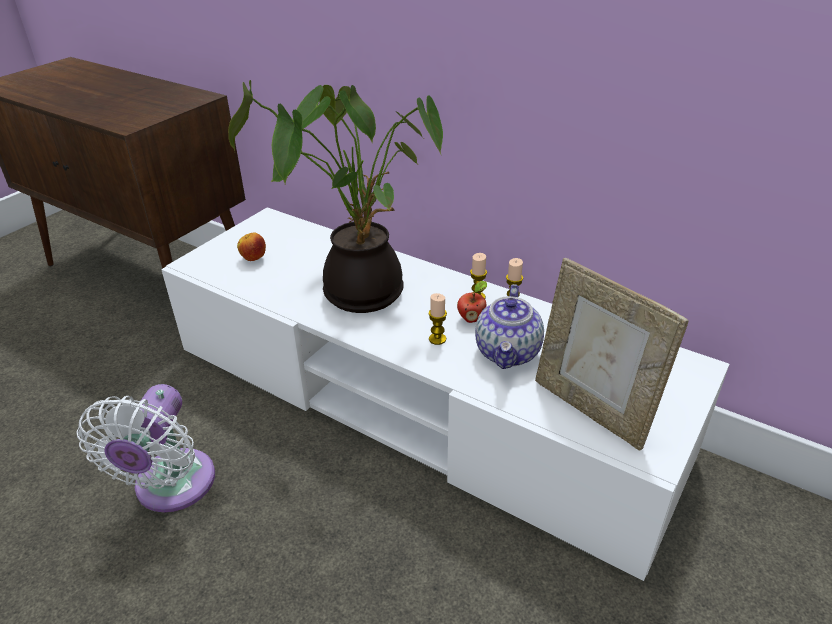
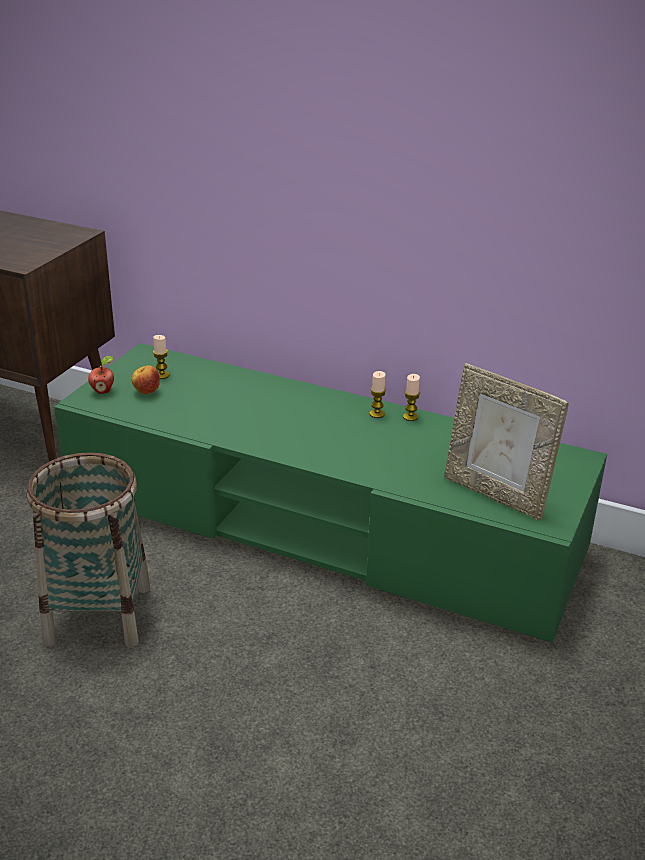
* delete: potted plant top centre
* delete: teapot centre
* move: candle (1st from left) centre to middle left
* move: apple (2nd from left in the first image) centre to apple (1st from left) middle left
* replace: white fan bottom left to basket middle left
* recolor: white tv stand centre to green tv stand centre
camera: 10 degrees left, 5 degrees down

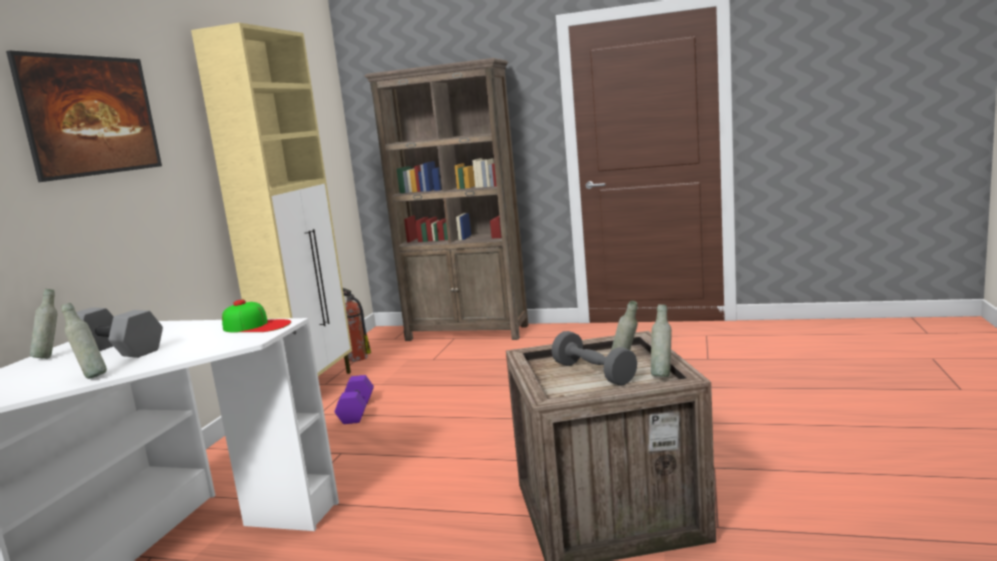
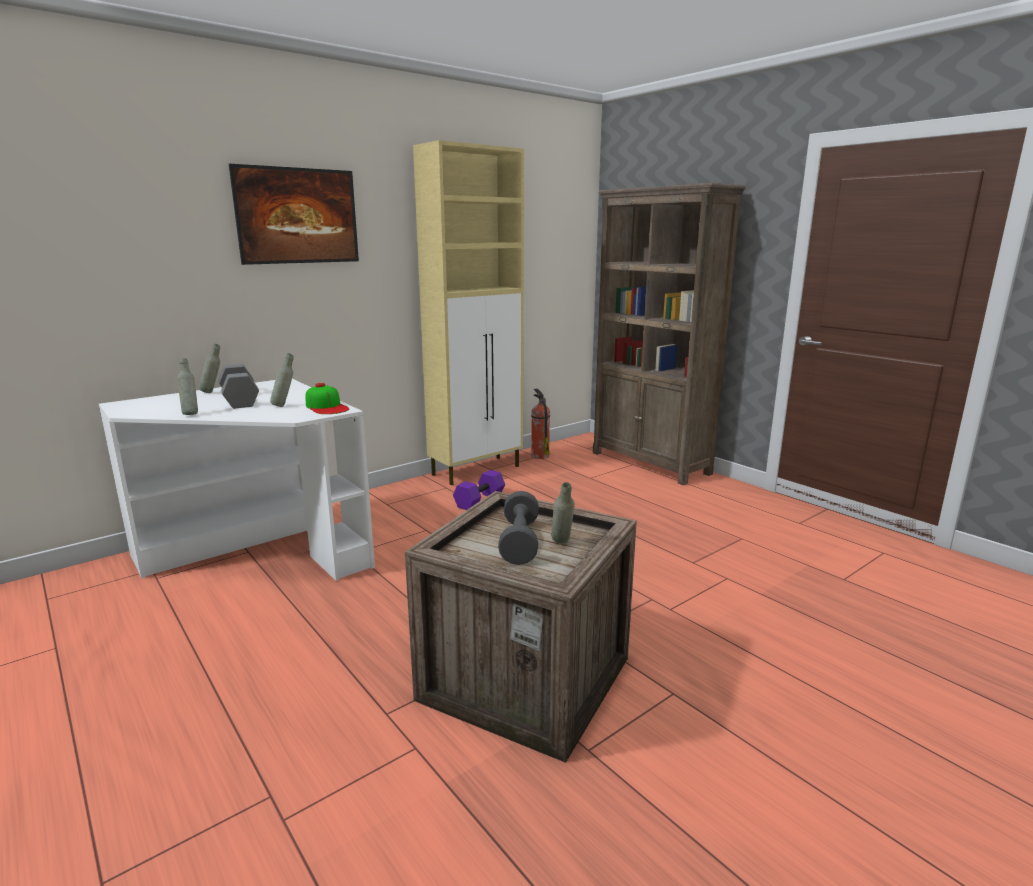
* move: grey bottle (4th from left in the first image) centre to grey bottle (3rd from left) middle left
camera: 35 degrees right, 5 degrees up

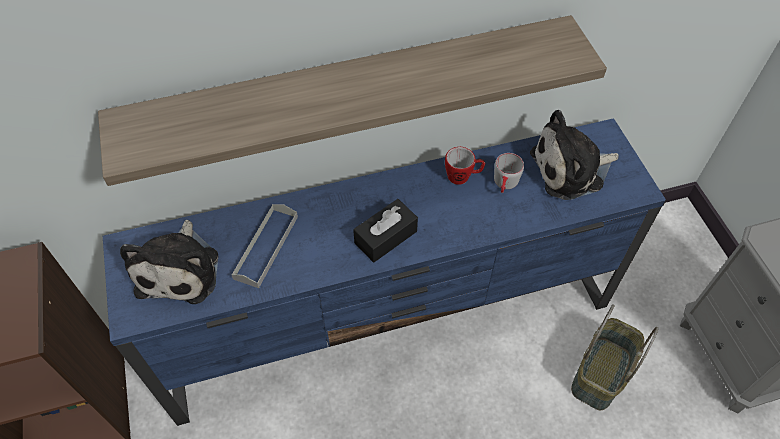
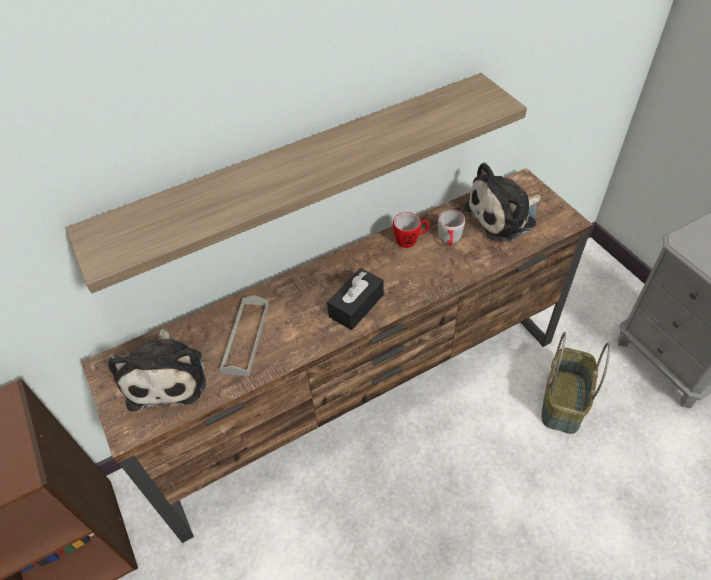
* recolor: blue tv stand centre to brown tv stand centre
camera: 10 degrees left, 5 degrees down

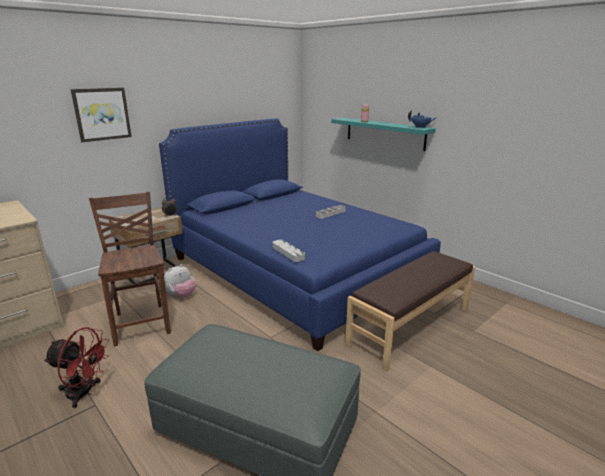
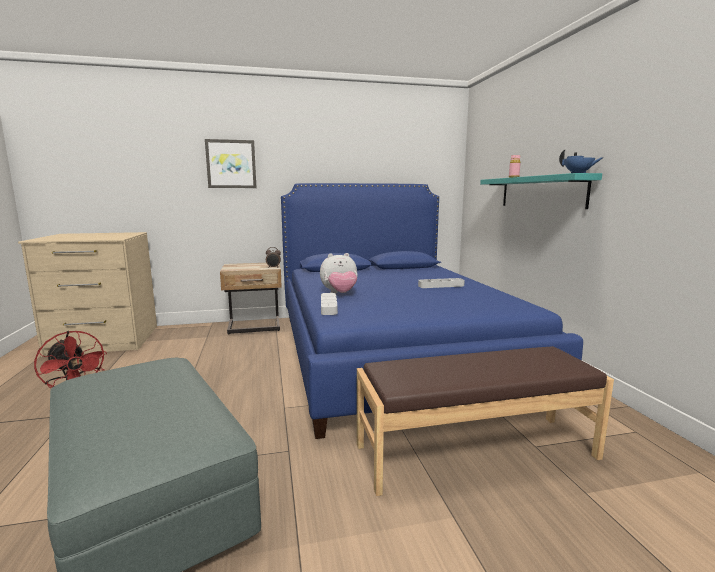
* delete: brown chair middle left
* move: plush toy middle left to centre
camera: 30 degrees right, 10 degrees down

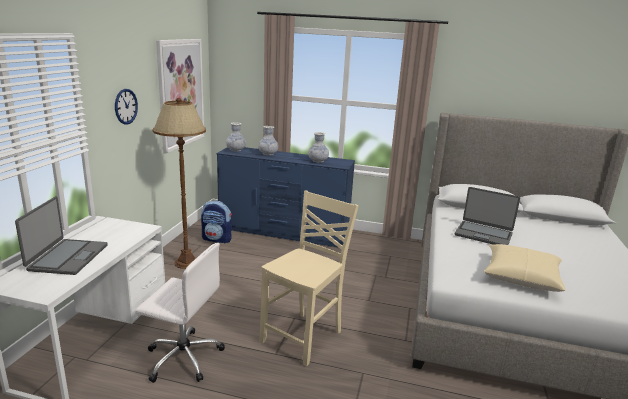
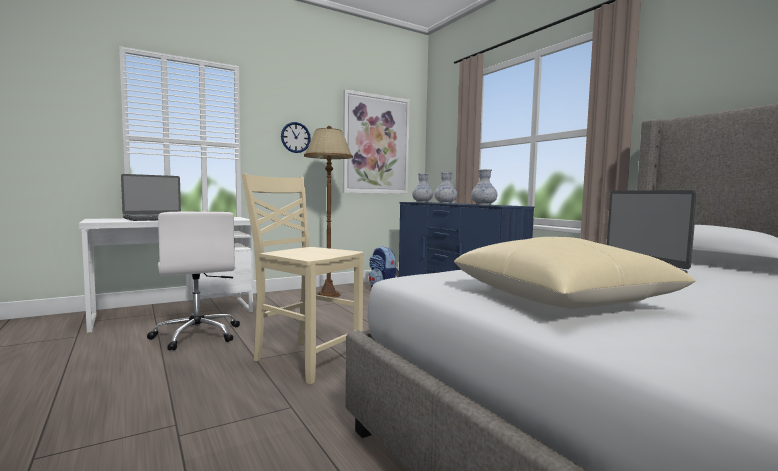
* rotate: beige chair bottom centre = centre 135 degrees counterclockwise
camera: 45 degrees right, 15 degrees down

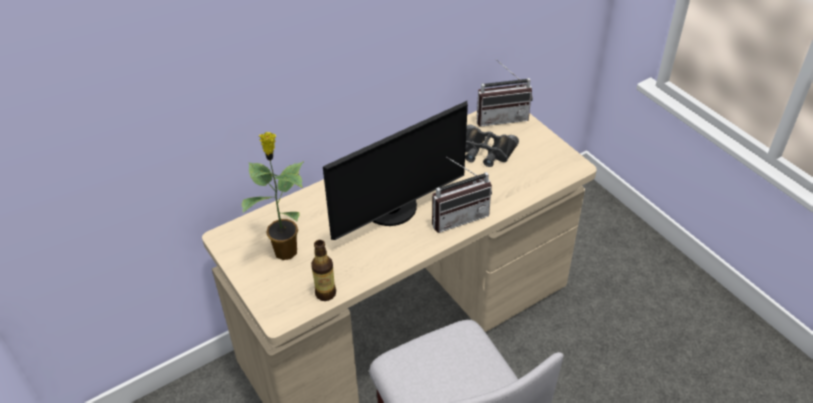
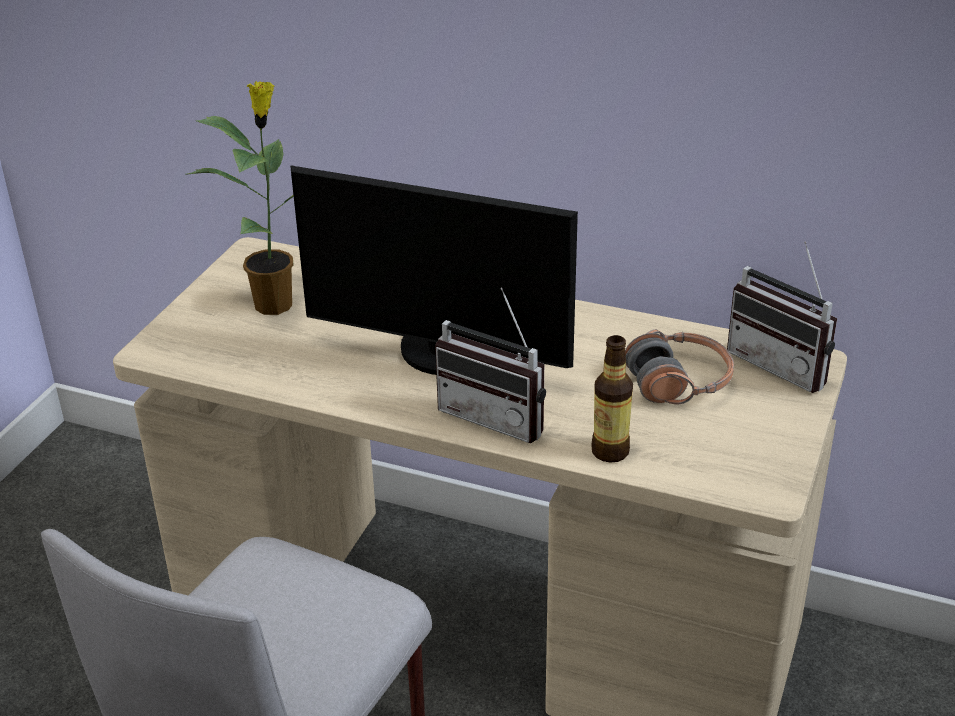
* move: bottle bottom centre to centre
* replace: black binoculars centre to headphones middle right
camera: 55 degrees right, 10 degrees down

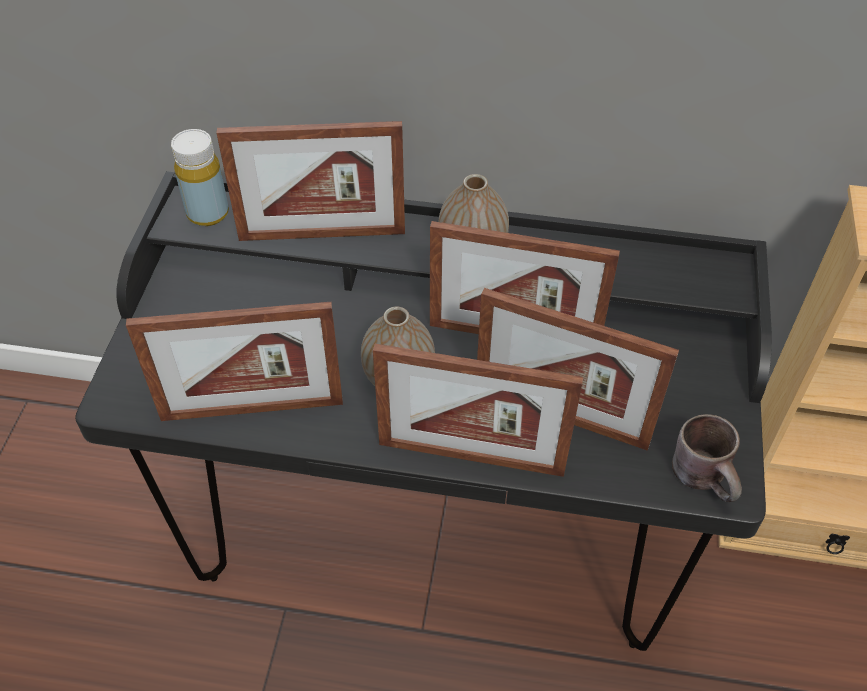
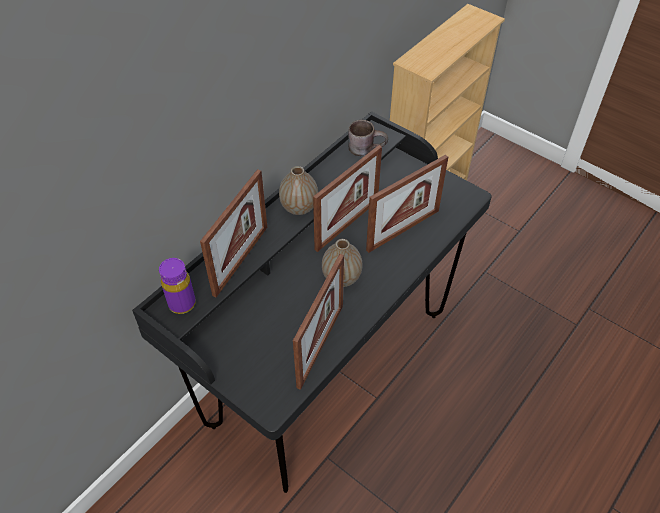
* delete: picture frame (3rd from left) centre
* move: brown mug middle right to top centre
* recolor: yellow bottle top left to purple bottle middle left
camera: 60 degrees left, 0 degrees up

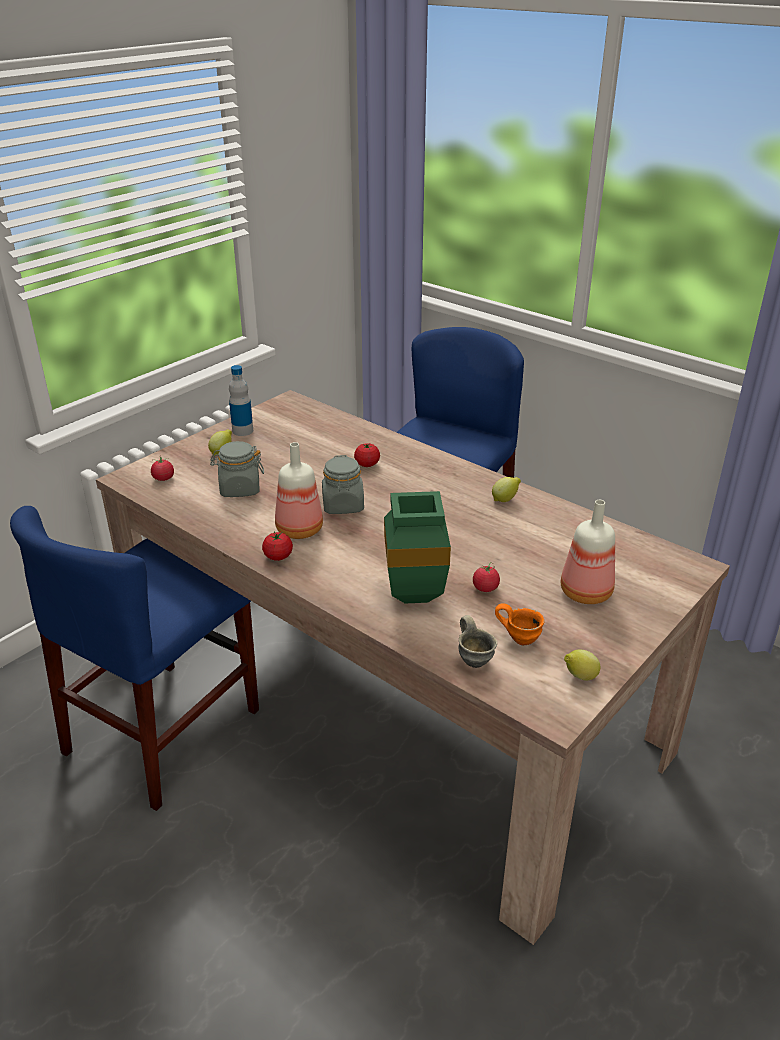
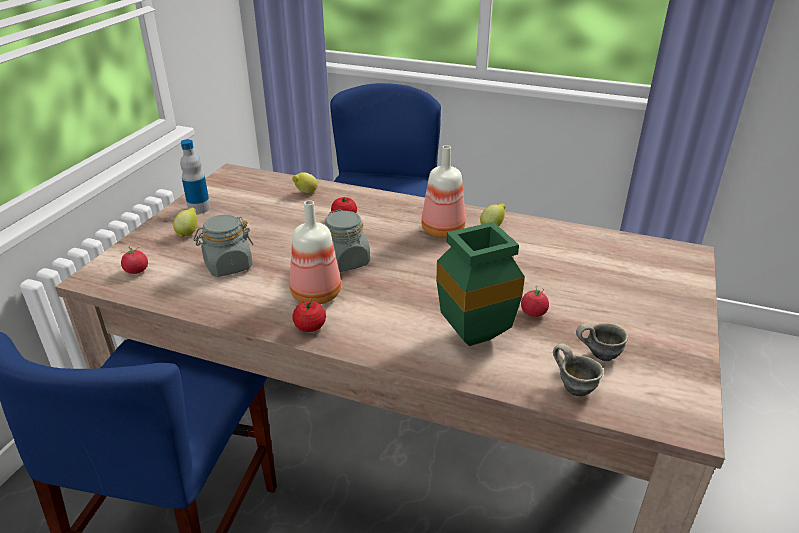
* move: bottle (3rd from left) middle right to centre
* move: lemon (3rd from left in the first image) middle right to lemon (2nd from left) centre
* recolor: orange mug middle right to grey mug (2nd from left) middle right
camera: 20 degrees left, 0 degrees up

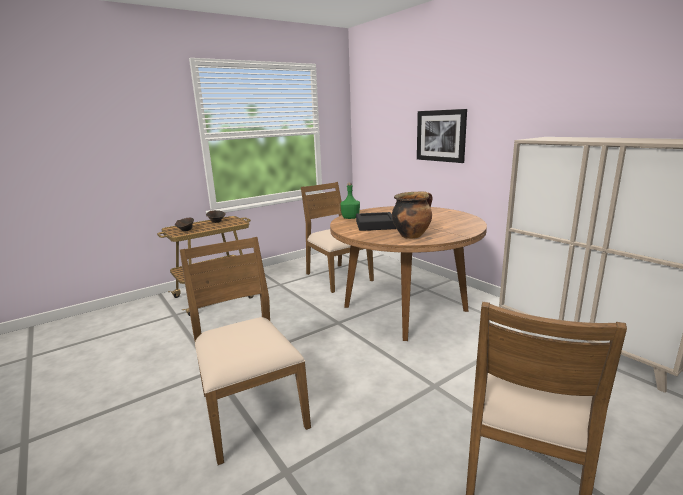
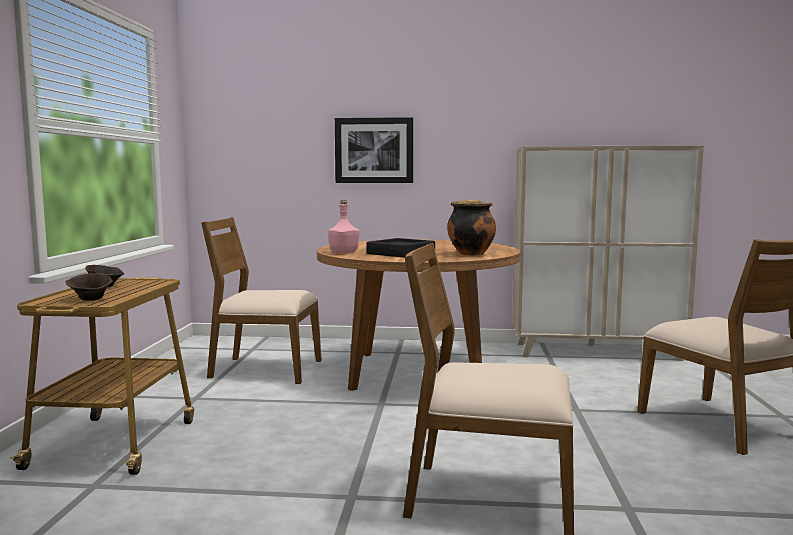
* recolor: green bottle centre to pink bottle centre
camera: 50 degrees left, 10 degrees down

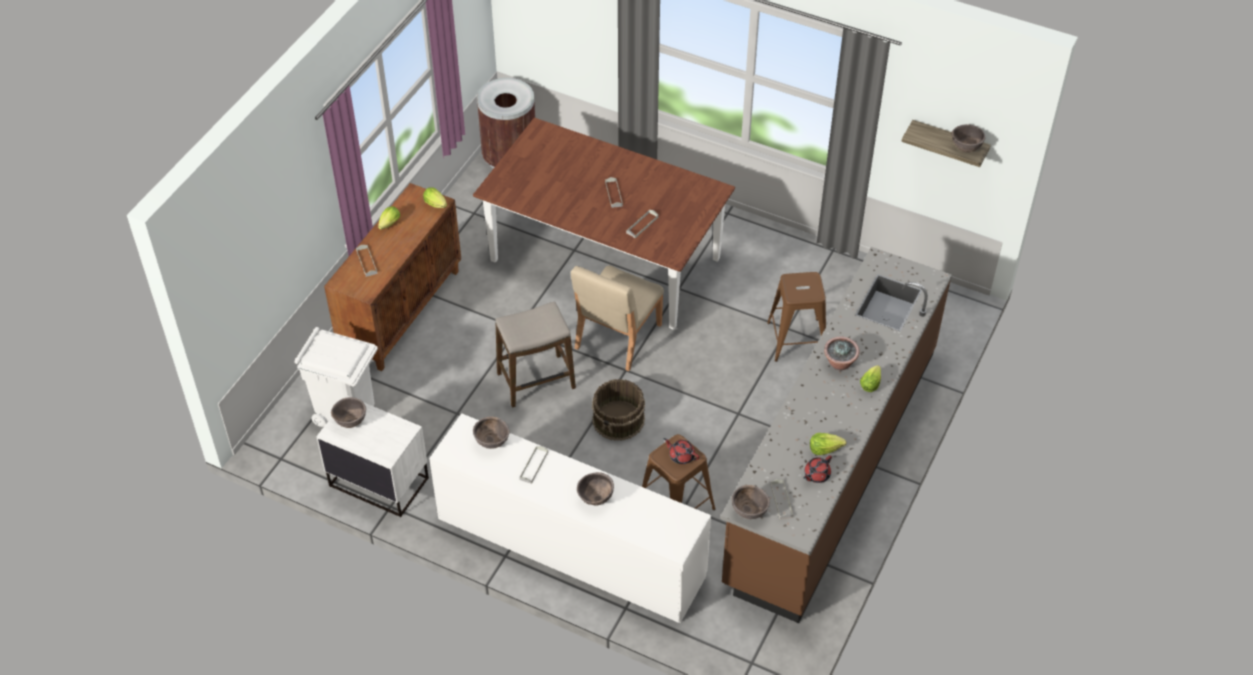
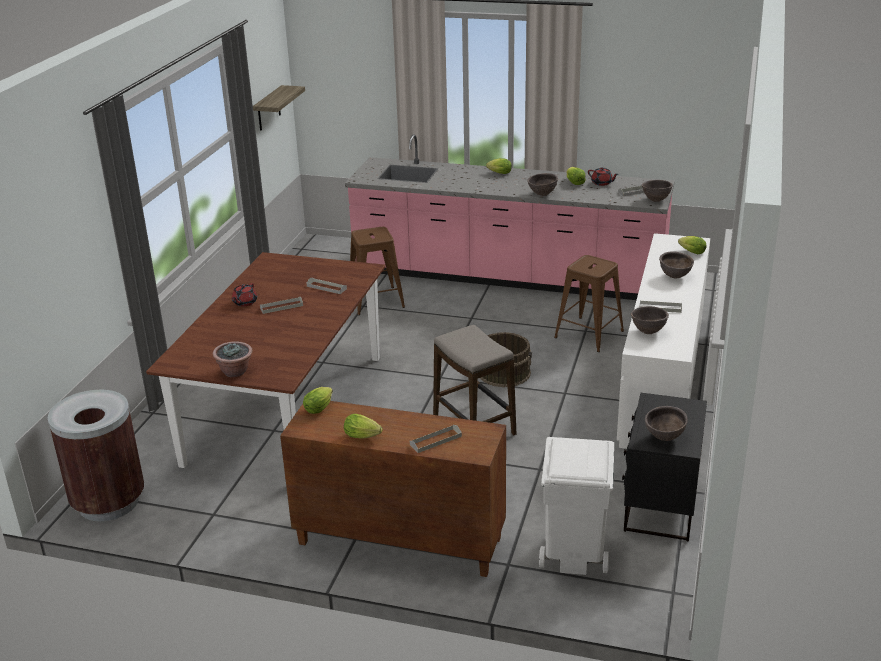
* delete: beige chair centre
* insert: lettuce (5th from left) middle right
* move: red teapot (1st from left) bottom centre to middle left
* move: potted plant middle right to middle left
* move: brown bowl (5th from left in the first image) top right to brown bowl (1st from left) top centre
* recolor: white nightstand bottom left to black nightstand bottom right
* recolor: brown counter middle right to pink counter top centre
camera: 100 degrees left, 20 degrees down

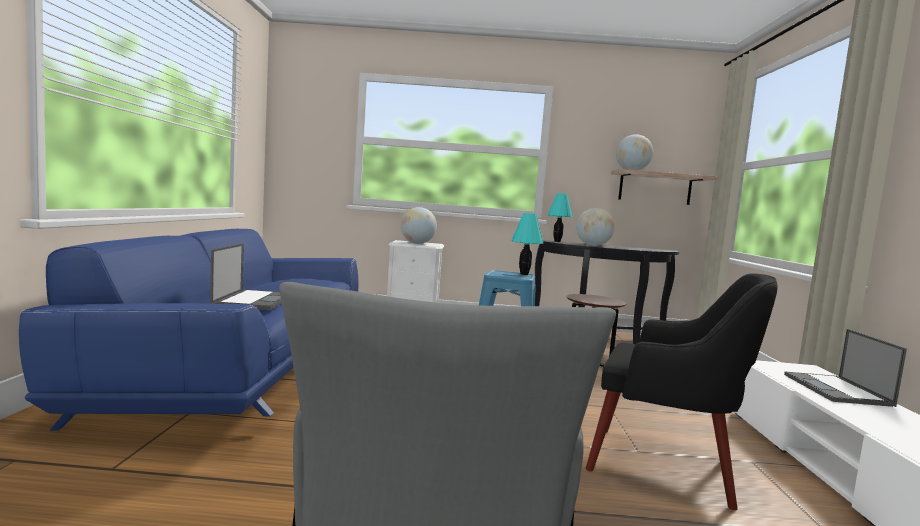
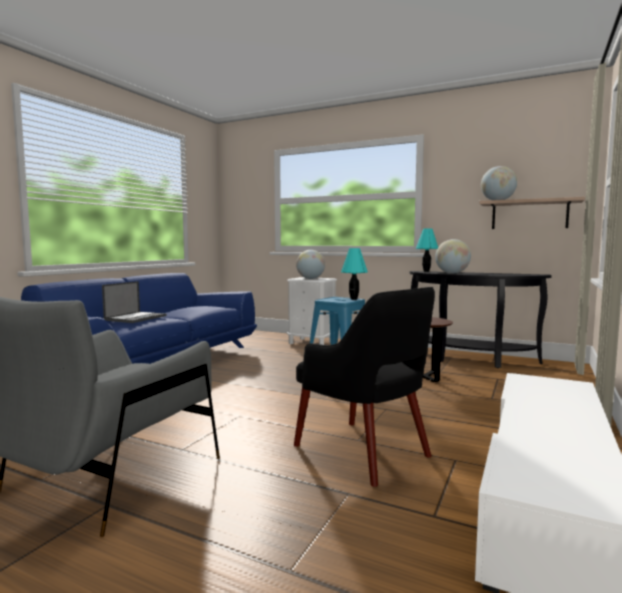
* delete: laptop (2nd from left) bottom right
camera: 25 degrees right, 0 degrees up

